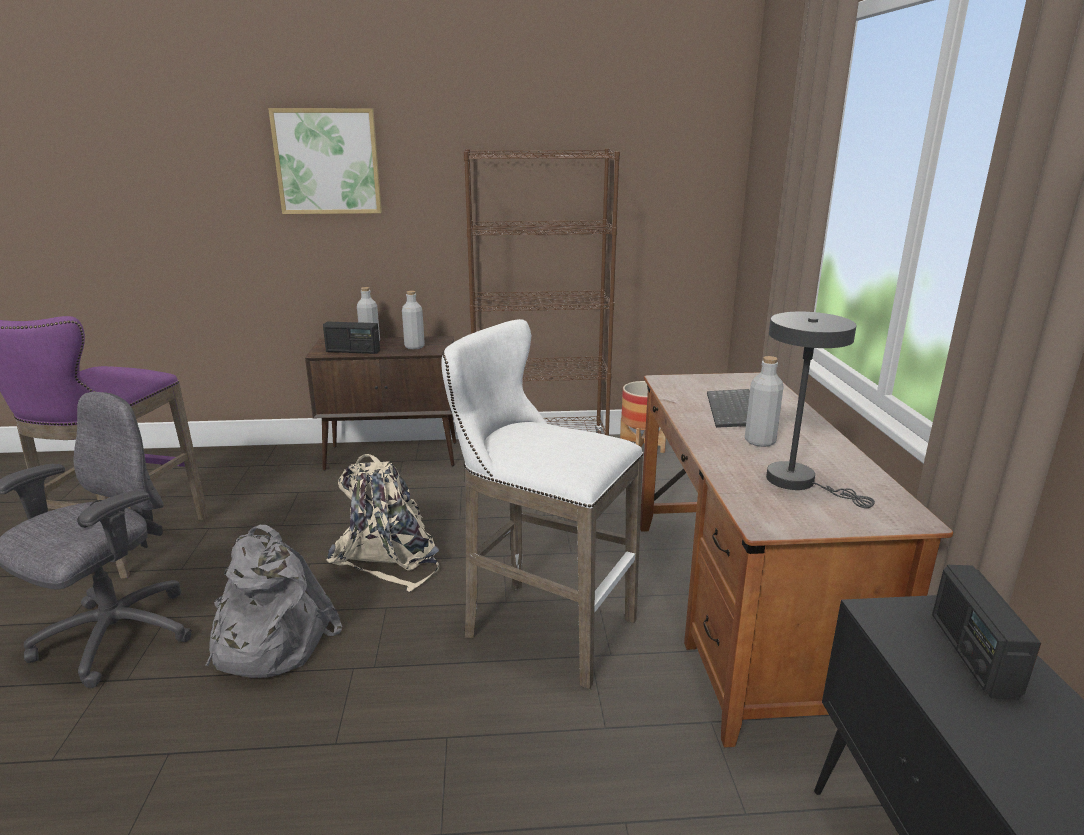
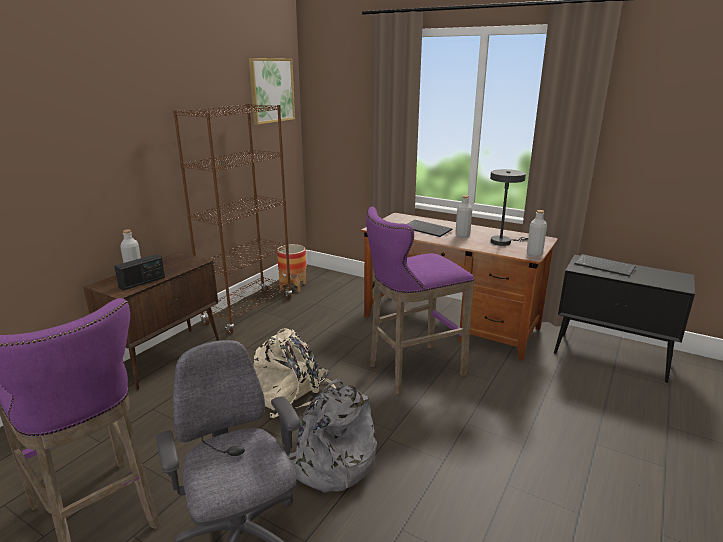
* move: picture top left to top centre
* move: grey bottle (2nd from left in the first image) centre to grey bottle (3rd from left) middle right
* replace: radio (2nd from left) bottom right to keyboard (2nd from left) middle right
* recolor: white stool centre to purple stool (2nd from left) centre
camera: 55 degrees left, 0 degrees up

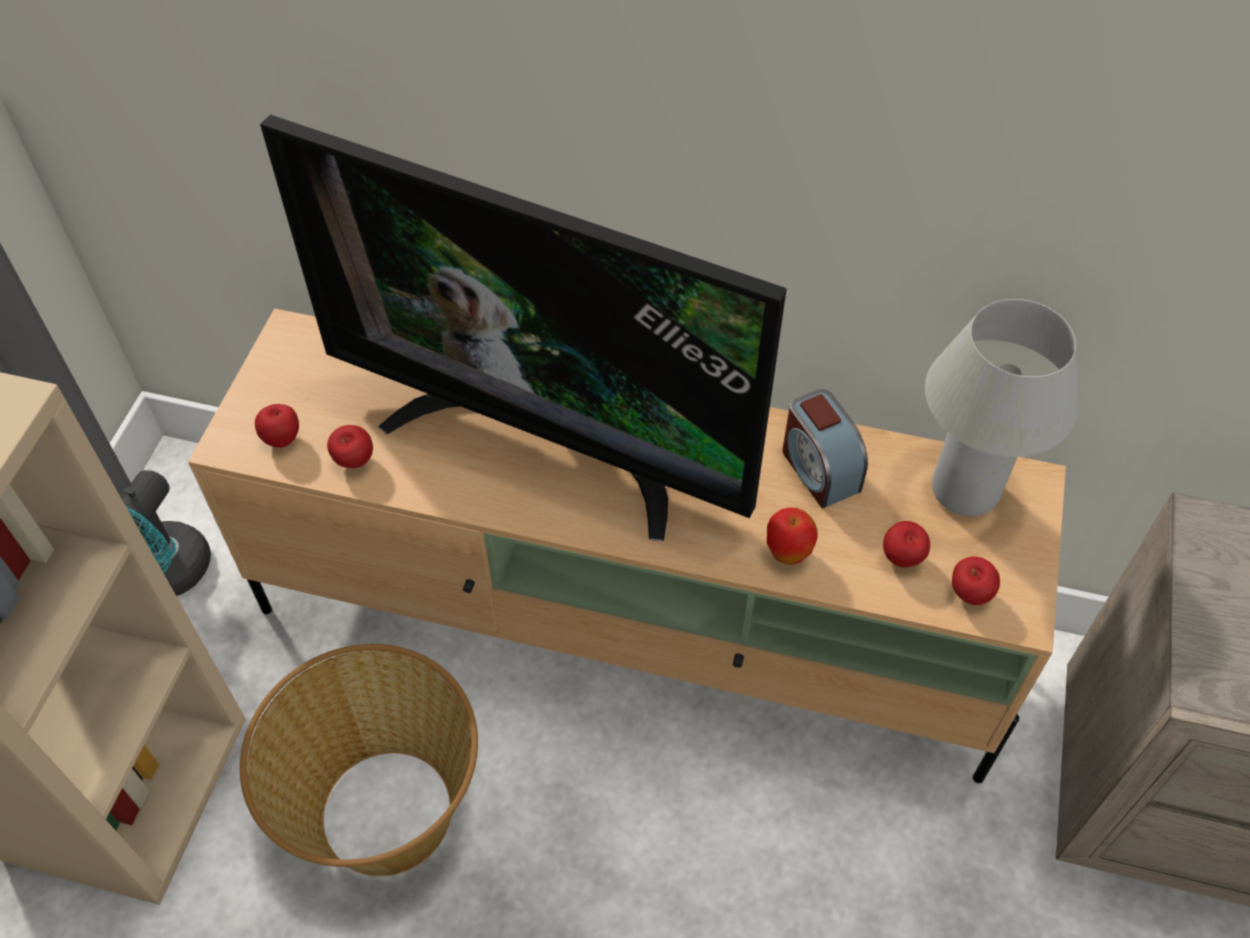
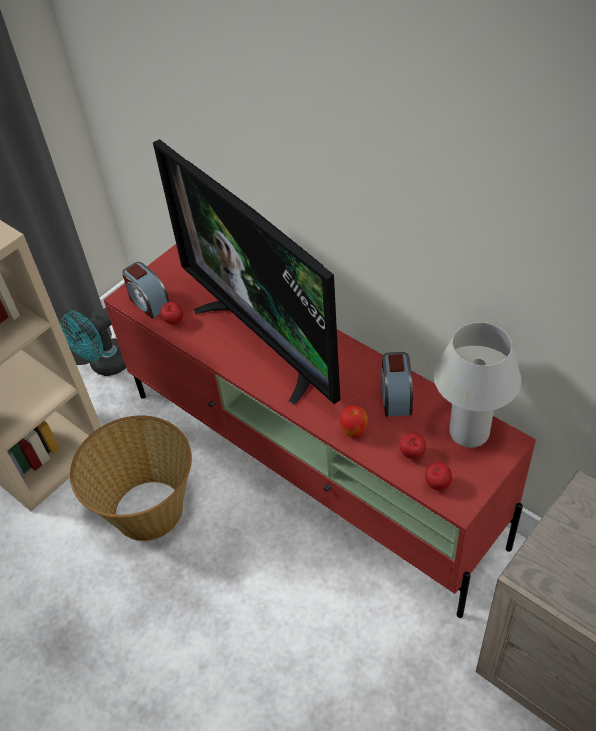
* replace: apple (1st from left) middle left to alarm clock (1st from left) middle left
* recolor: beige tv stand centre to red tv stand centre
camera: 30 degrees right, 5 degrees down

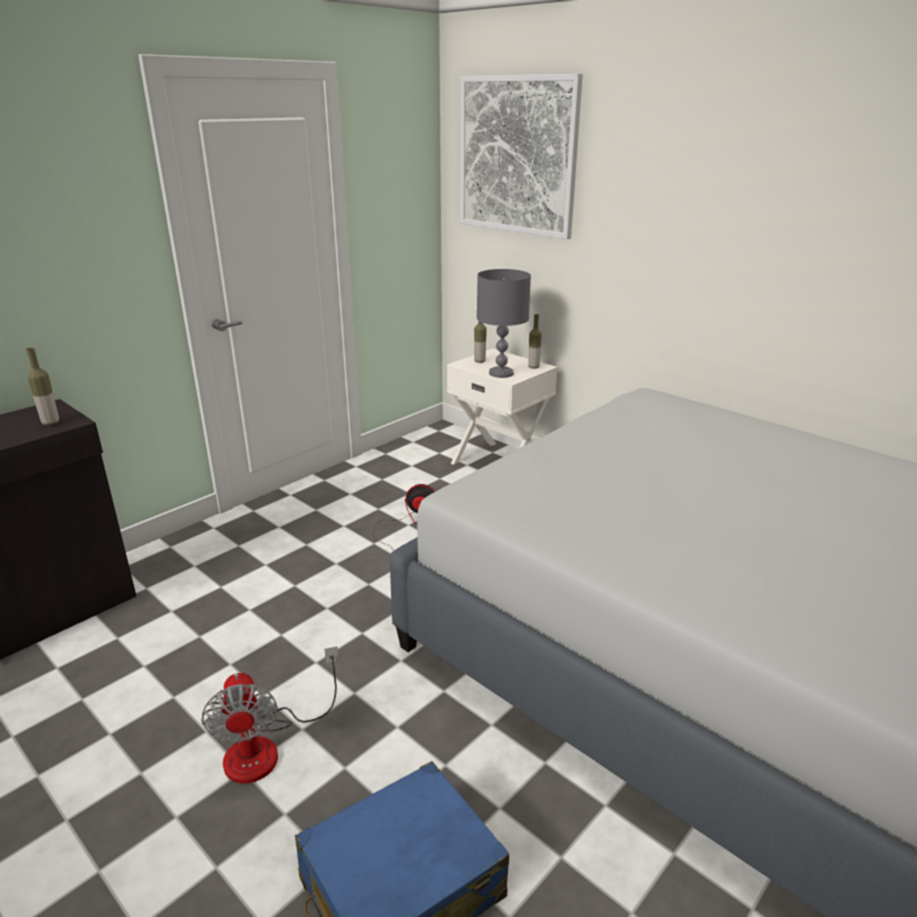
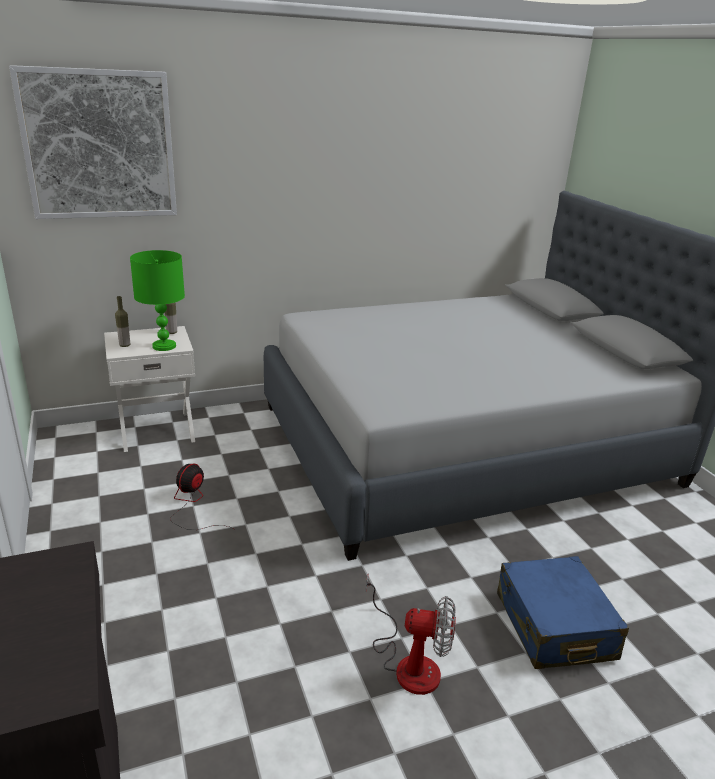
* delete: bottle (1st from left) middle left
* recolor: grey table lamp centre to green table lamp middle left
camera: 65 degrees left, 0 degrees up

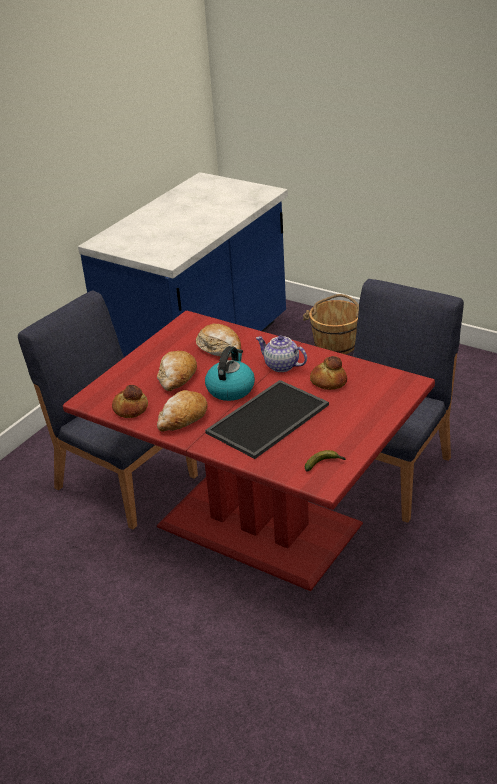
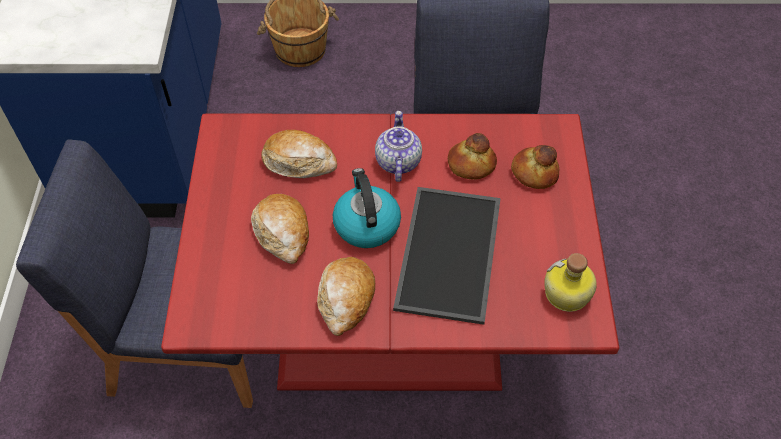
* move: bread (1st from left in the first image) middle left to bread (5th from left) middle right
* replace: banana centre to bottle middle right
* rotate: teapot centre = top centre 90 degrees clockwise
camera: 35 degrees left, 20 degrees up

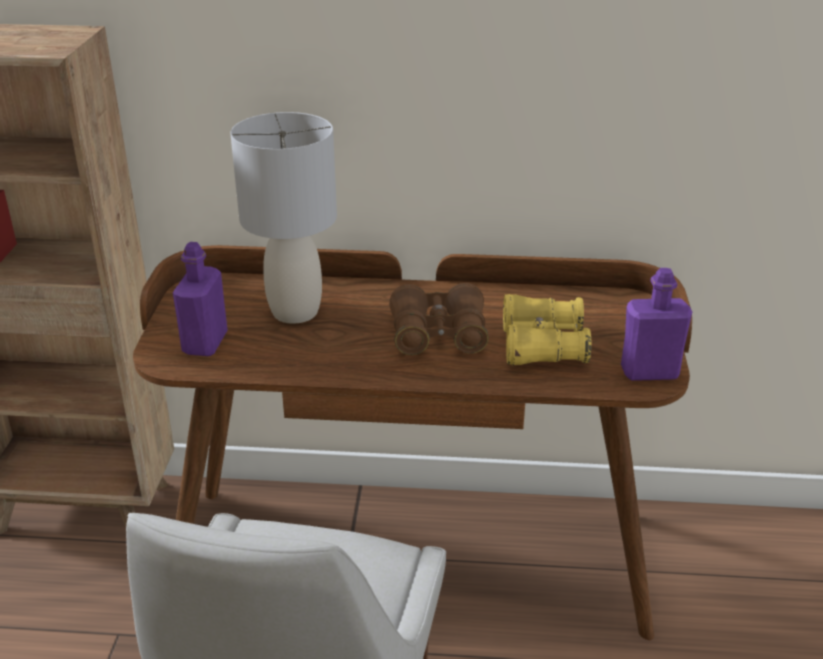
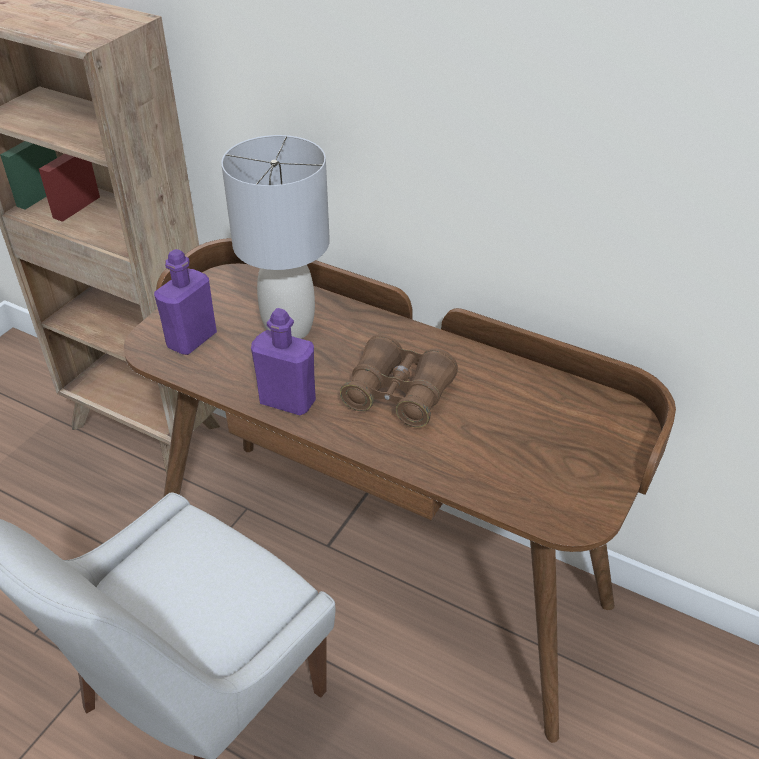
* delete: yellow binoculars centre
* move: purple bottle (2nd from left) middle right to centre
camera: 25 degrees right, 10 degrees up

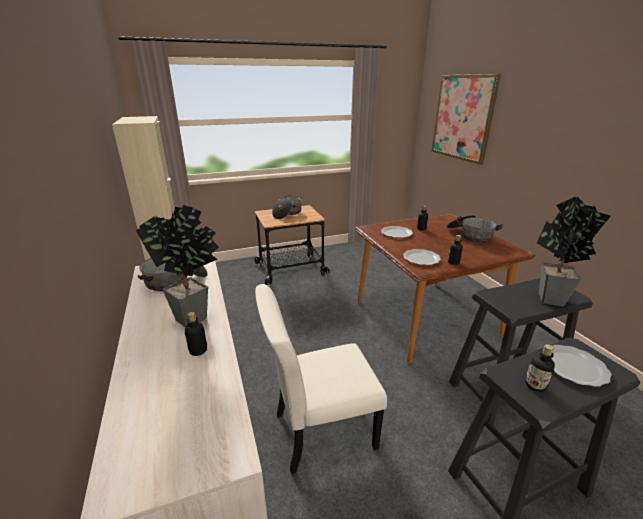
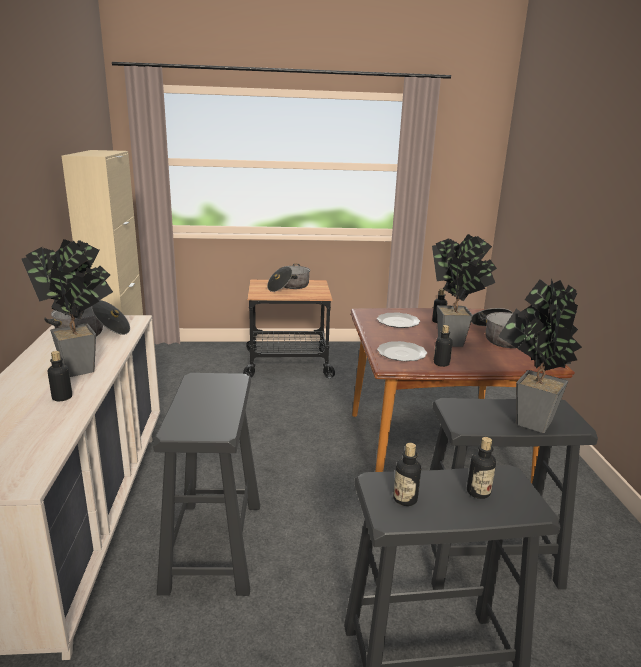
* delete: picture top right
* insert: potted plant (2nd from left) middle right
* replace: beige chair bottom centre to black stool (1st from left) bottom left
* replace: plate (3rd from left) bottom right to bottle (5th from left) bottom right
camera: 15 degrees right, 5 degrees down

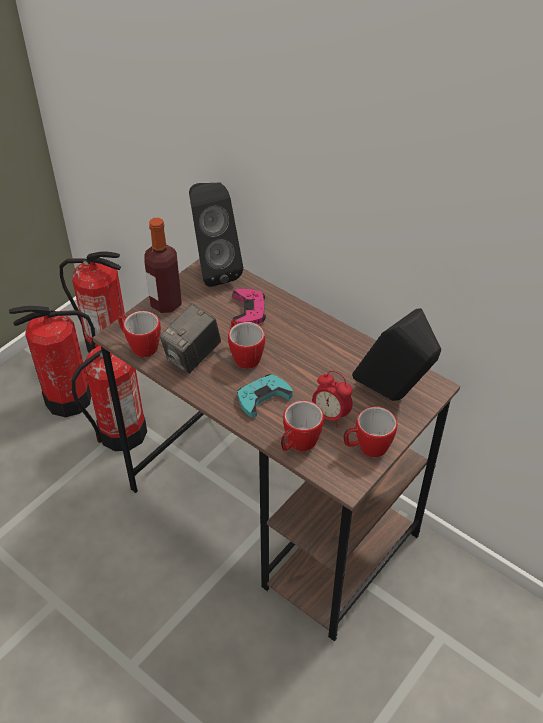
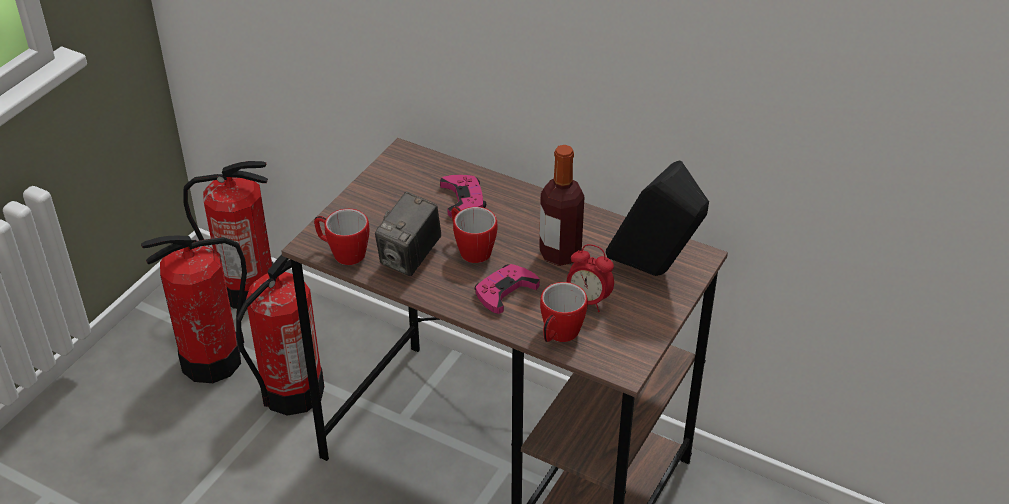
* delete: black speaker (1st from left) top centre
* delete: mug (4th from left) middle right
* move: bottle middle left to centre
* recolor: turquoise game controller centre to pink game controller (2nd from left) centre
camera: 10 degrees left, 5 degrees down

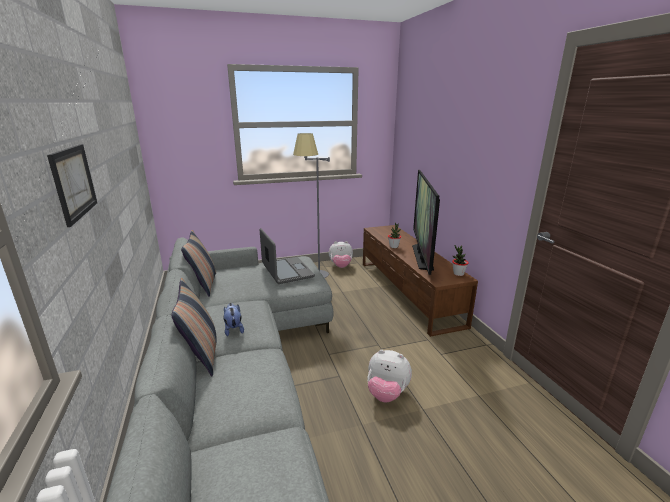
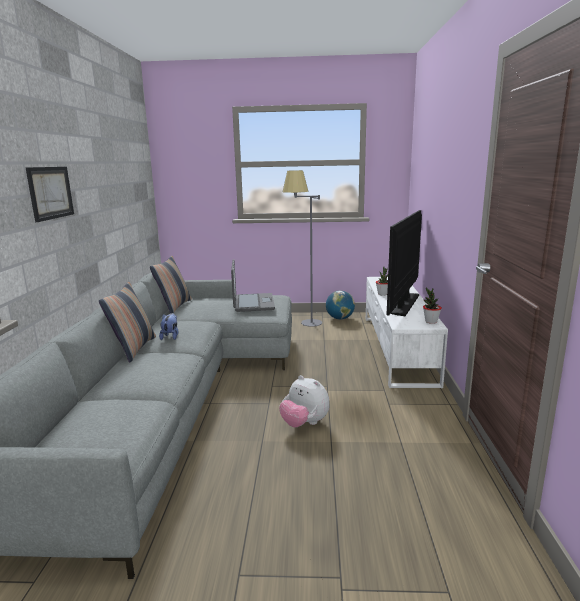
* replace: plush toy (2nd from left) centre to globe centre
* recolor: brown tv stand centre to white tv stand middle right
camera: 20 degrees right, 5 degrees down

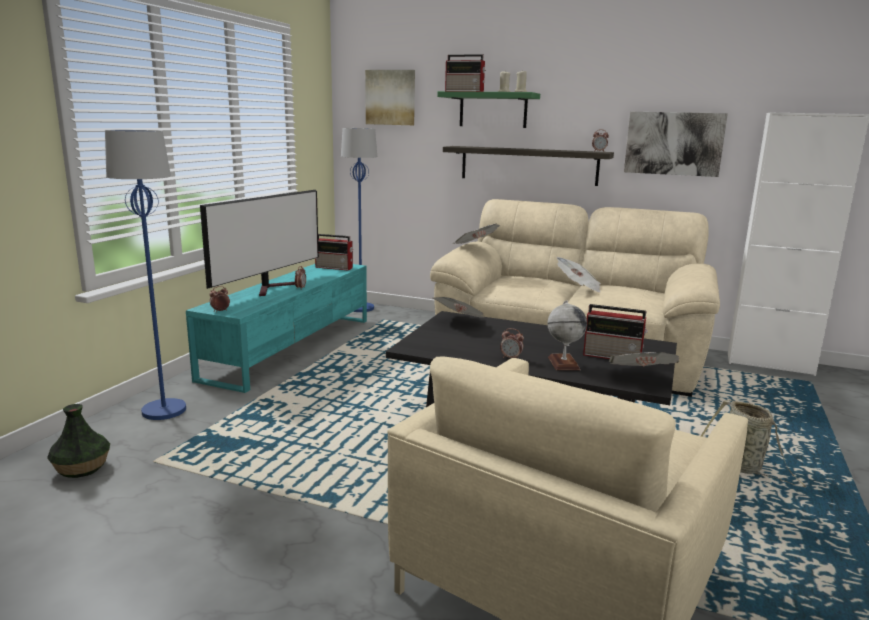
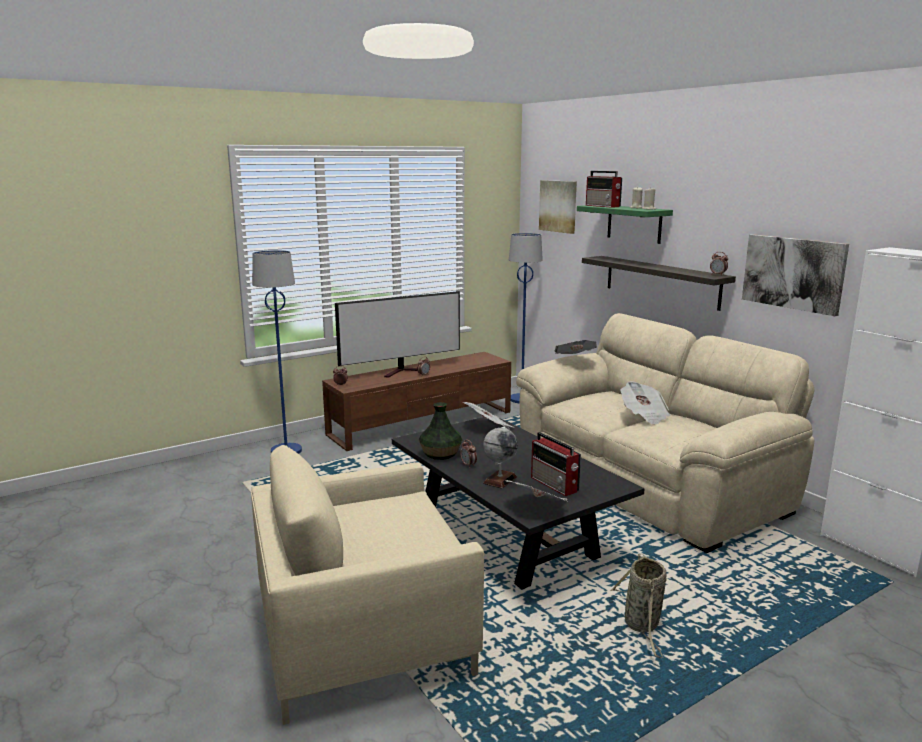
* delete: radio (1st from left) centre
* move: vase bottom left to centre
* recolor: turquoise tv stand middle left to brown tv stand centre
camera: 35 degrees right, 0 degrees up

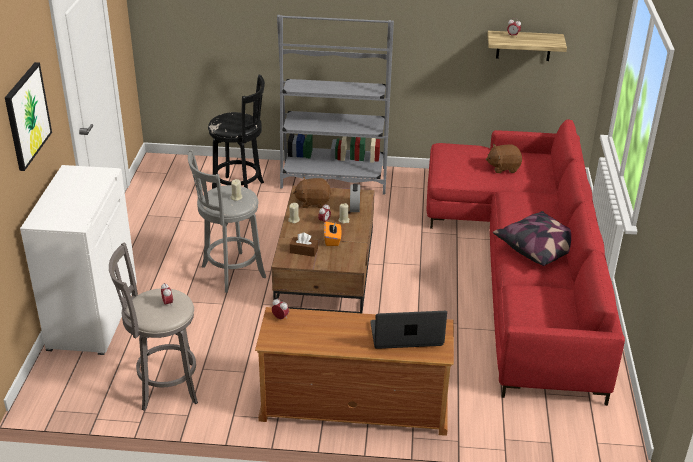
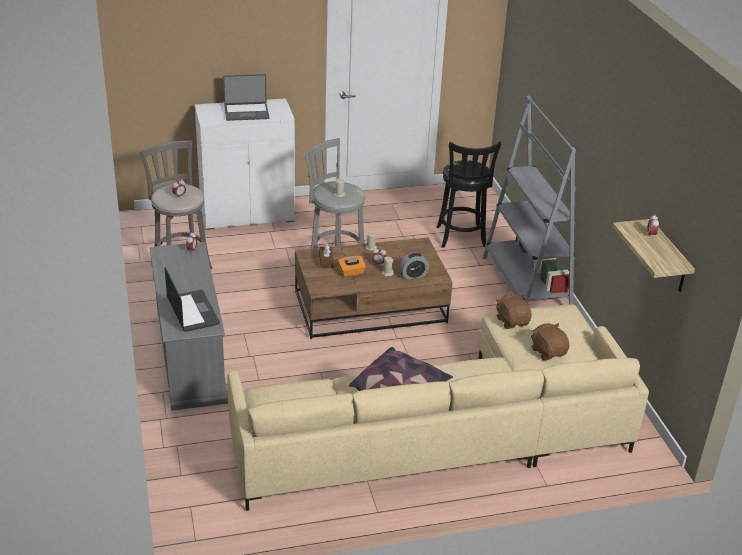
* delete: picture top left
* insert: laptop (2nd from left) top left
* move: brown plush toy (1st from left) centre to middle right
* recolor: brown tv stand bottom centre to grey tv stand middle left
* recolor: red sofa middle right to beige sofa bottom centre
camera: 70 degrees right, 0 degrees up

